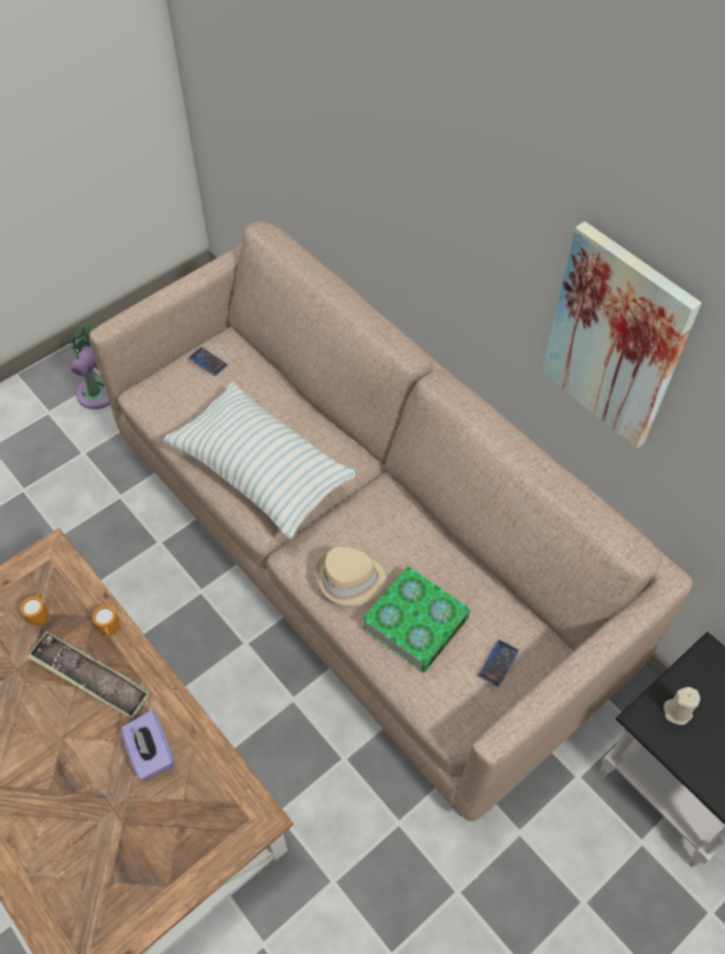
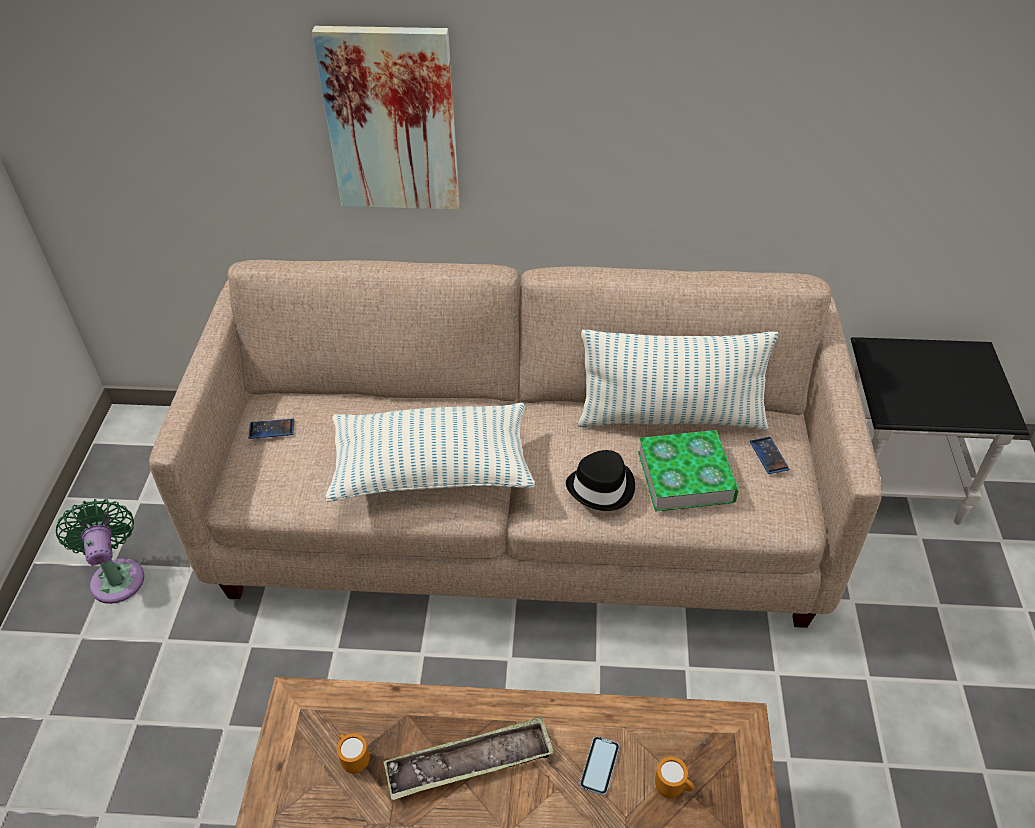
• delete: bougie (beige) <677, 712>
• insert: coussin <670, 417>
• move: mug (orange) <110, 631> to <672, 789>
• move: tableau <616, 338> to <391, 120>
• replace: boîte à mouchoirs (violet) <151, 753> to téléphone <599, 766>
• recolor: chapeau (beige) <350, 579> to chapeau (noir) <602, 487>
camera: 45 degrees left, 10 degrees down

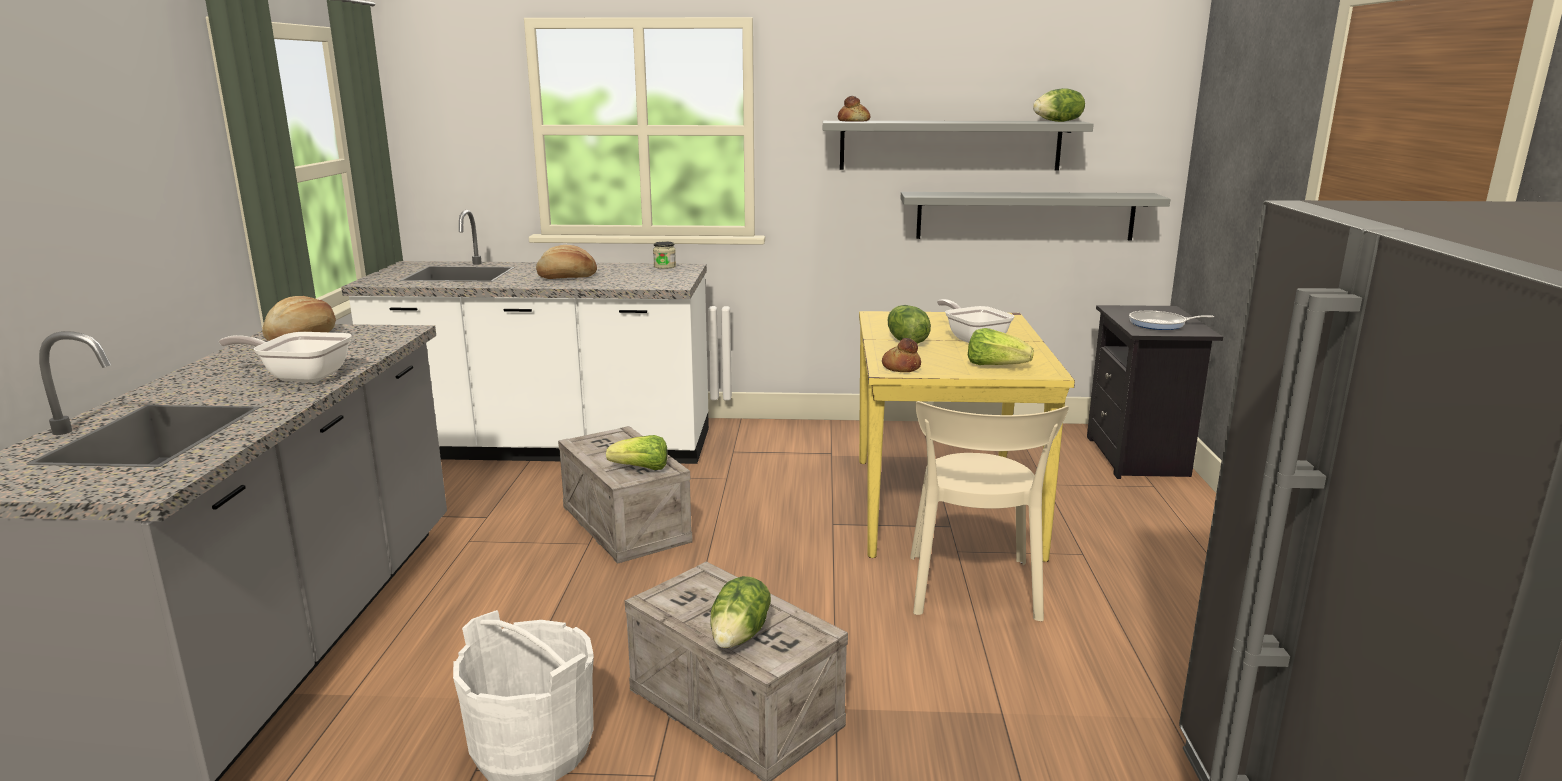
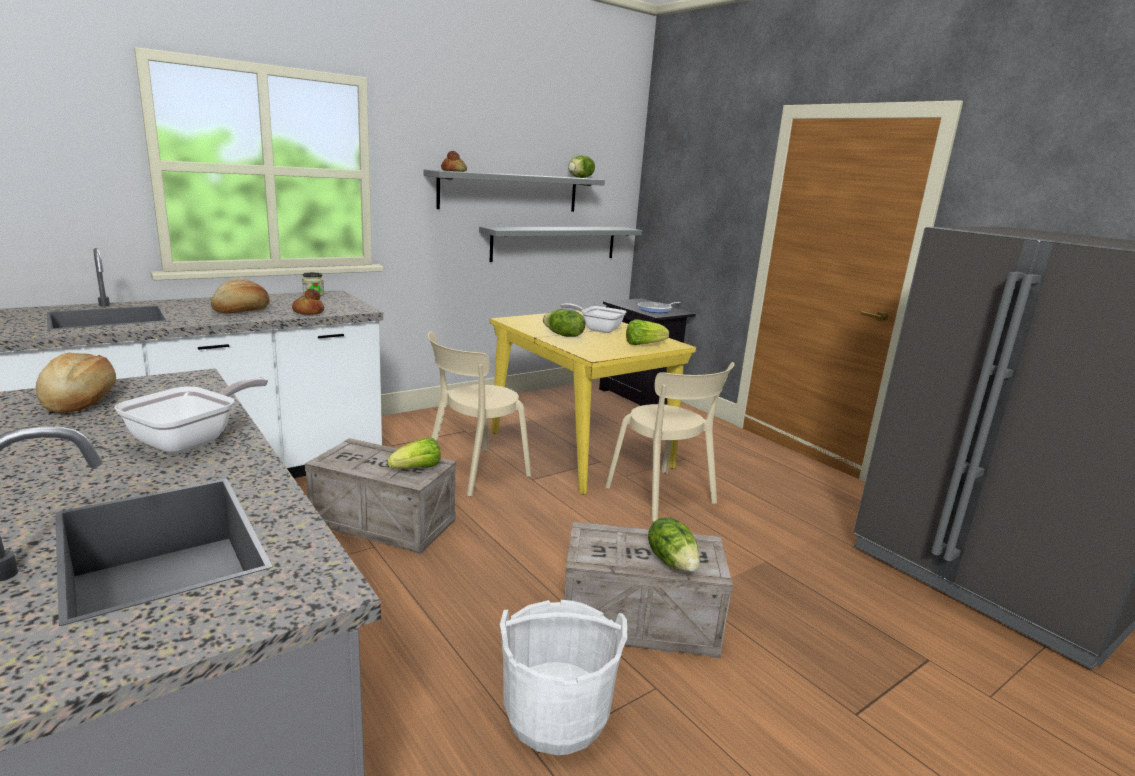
• insert: chaise (beige) <473, 472>
• move: pain <900, 367> to <308, 312>
• rotate: poêle <300, 376> = <192, 440> 150 degrees clockwise
camera: 40 degrees left, 0 degrees up

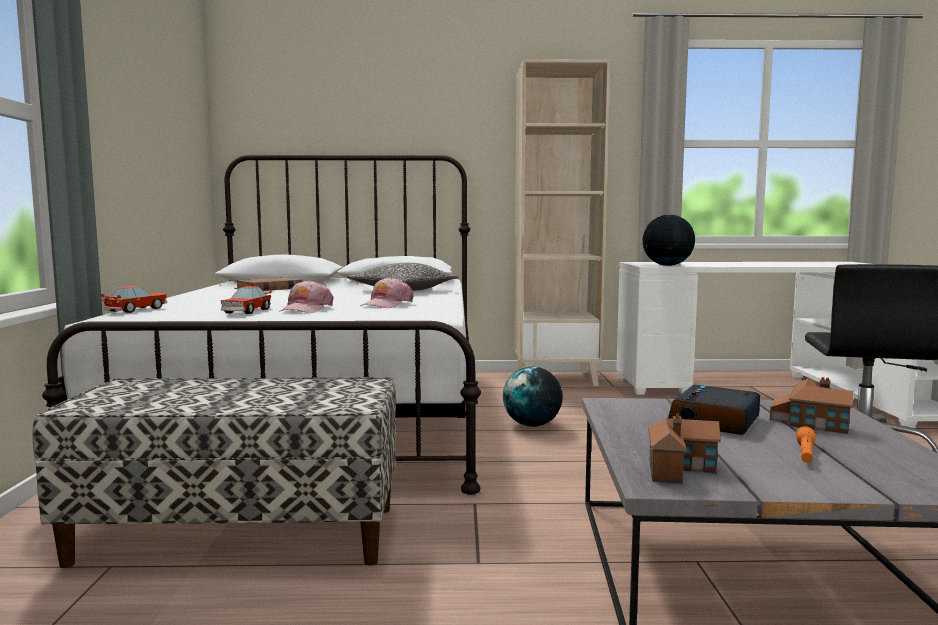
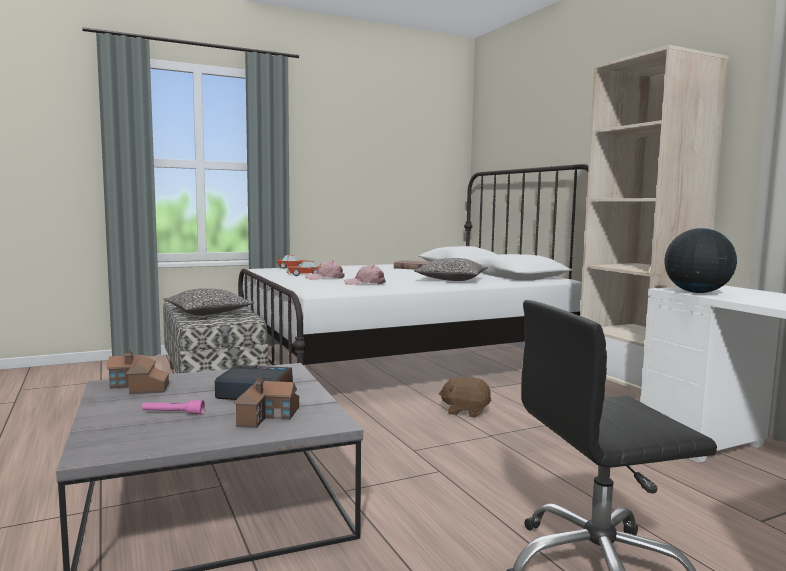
• insert: coussin <208, 312>
• replace: globe <532, 425> to peluche (marron) <465, 411>
• recolor: lampe de poche (orange) <805, 454> to lampe de poche (rose) <173, 413>
camera: 65 degrees right, 0 degrees up

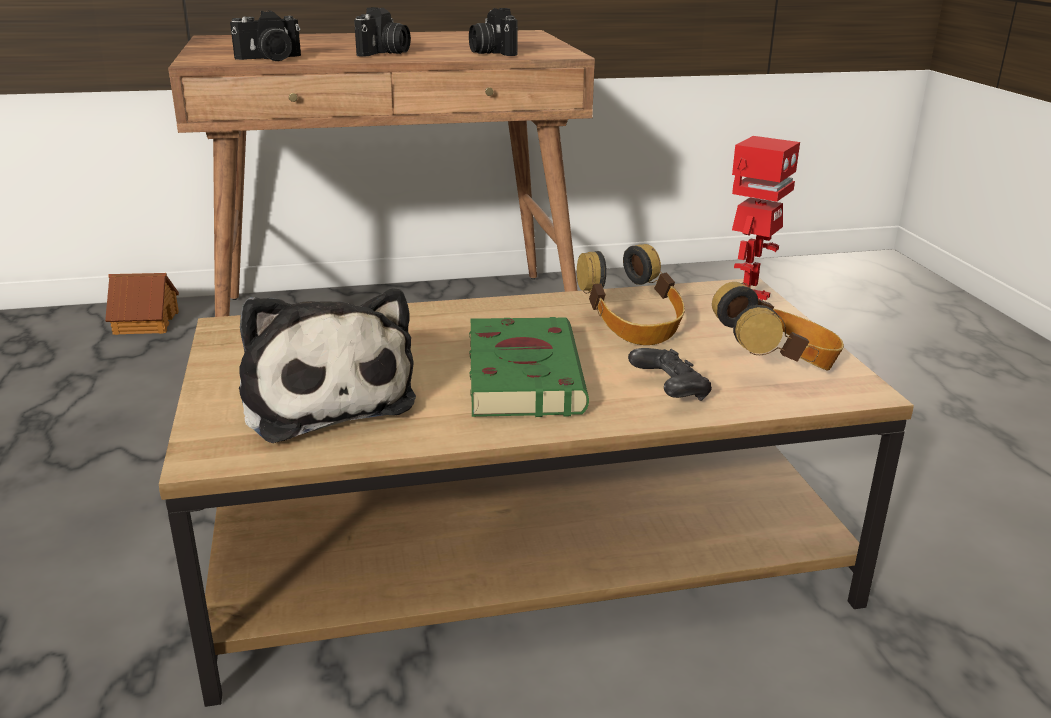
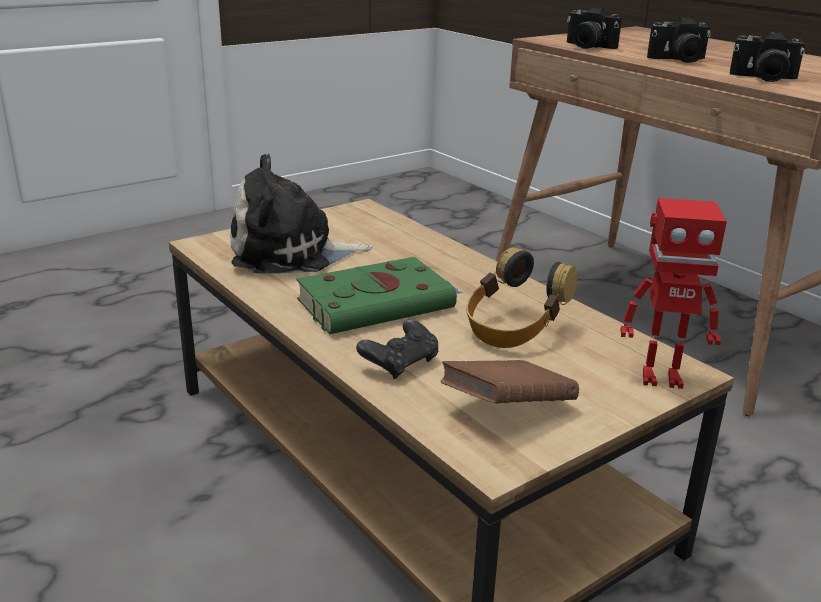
• delete: maison miniature <145, 322>
• replace: casque audio <777, 365> to livre (marron) <507, 409>
• rotate: peluche <325, 397> = <291, 253> 45 degrees clockwise
• rotate: appareil photo <491, 52> = <764, 78> 120 degrees counterclockwise
camera: 65 degrees right, 0 degrees up

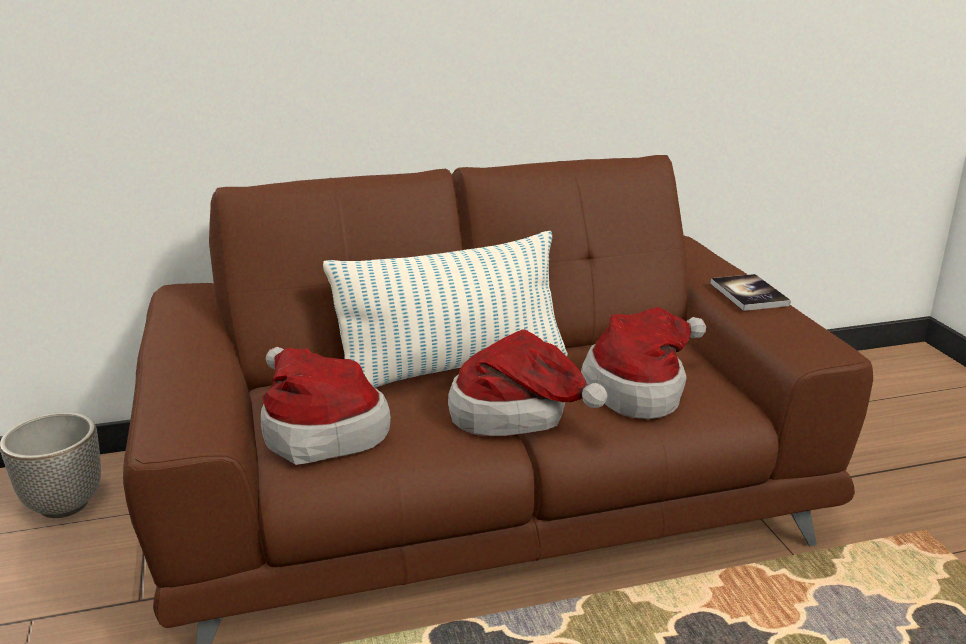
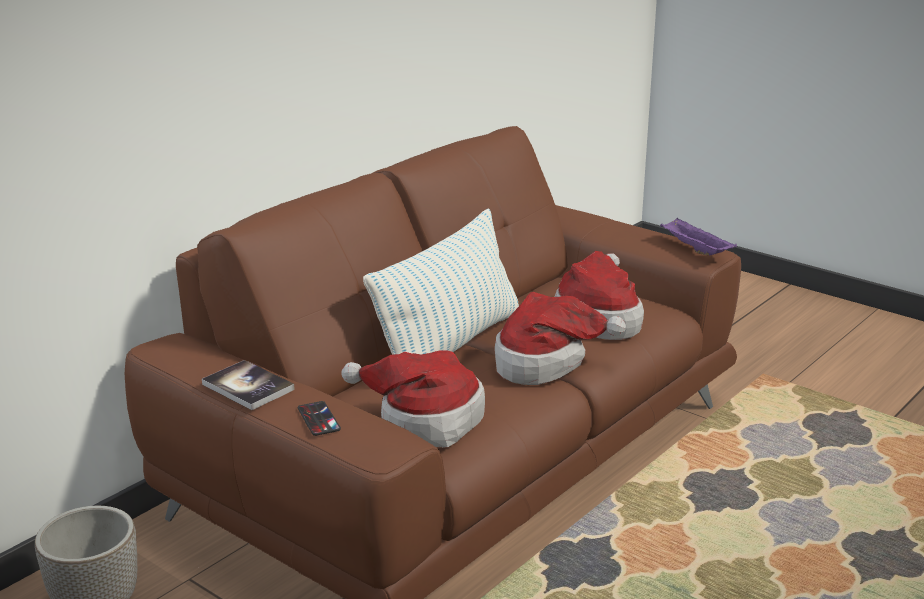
• insert: téléphone <318, 419>
• insert: plateau (violet) <694, 249>
• move: livre <749, 294> to <248, 387>
camera: 35 degrees left, 0 degrees up

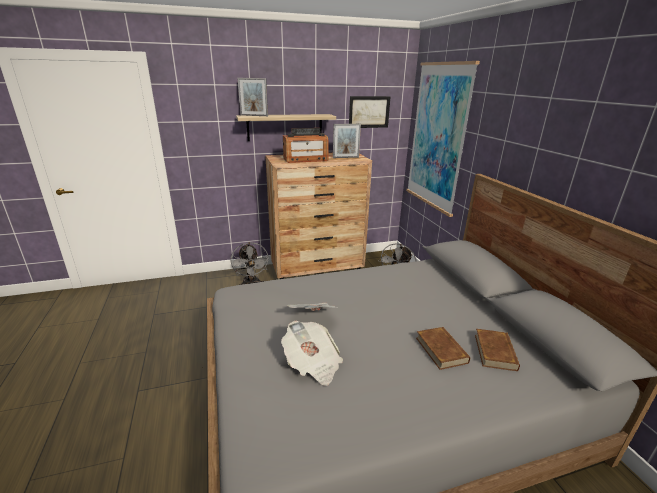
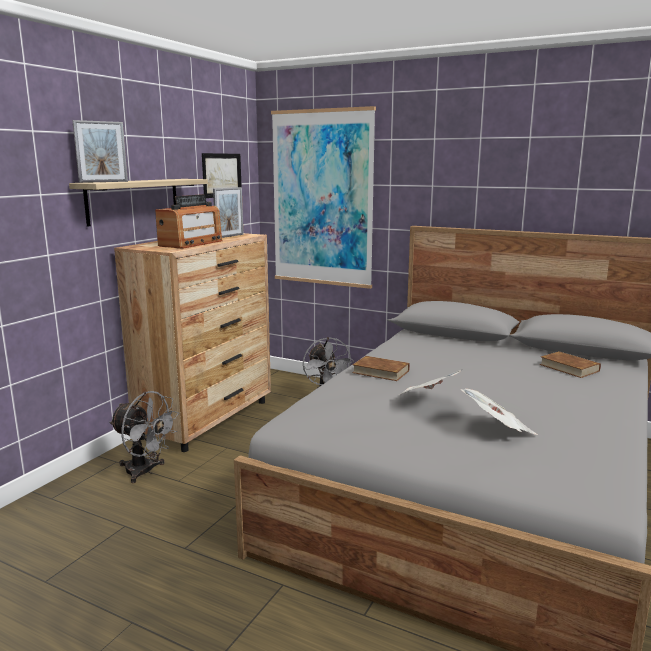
• move: livre (marron) <441, 350> to <380, 372>
camera: 45 degrees left, 10 degrees down

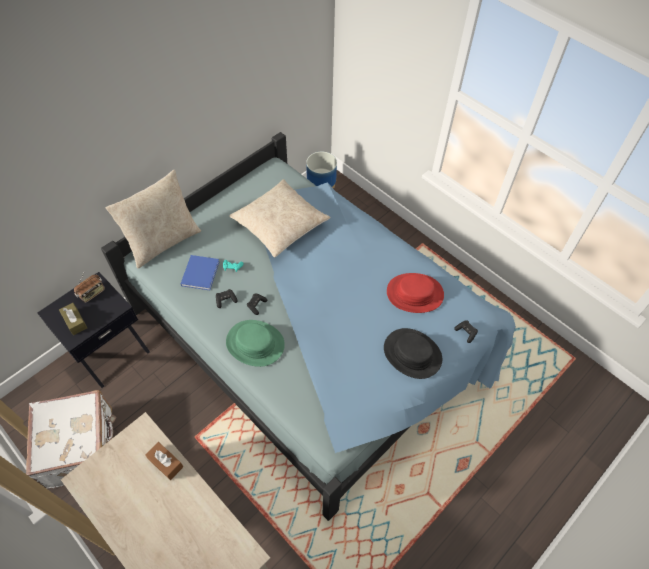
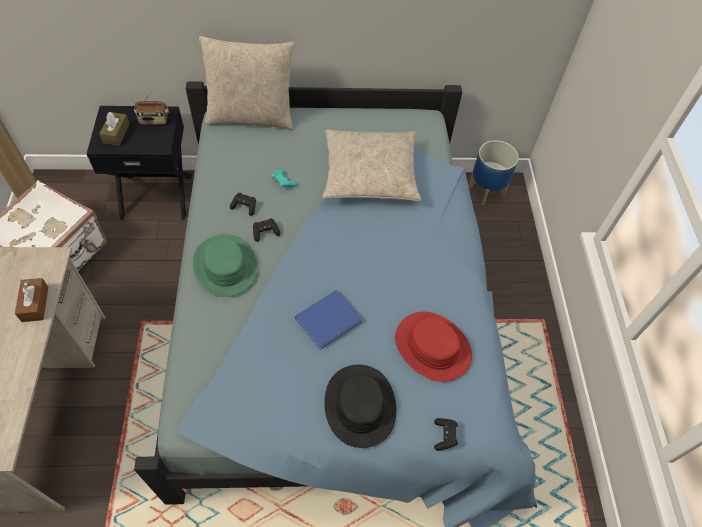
• move: livre (bleu) <201, 272> to <329, 319>
camera: 40 degrees right, 0 degrees up

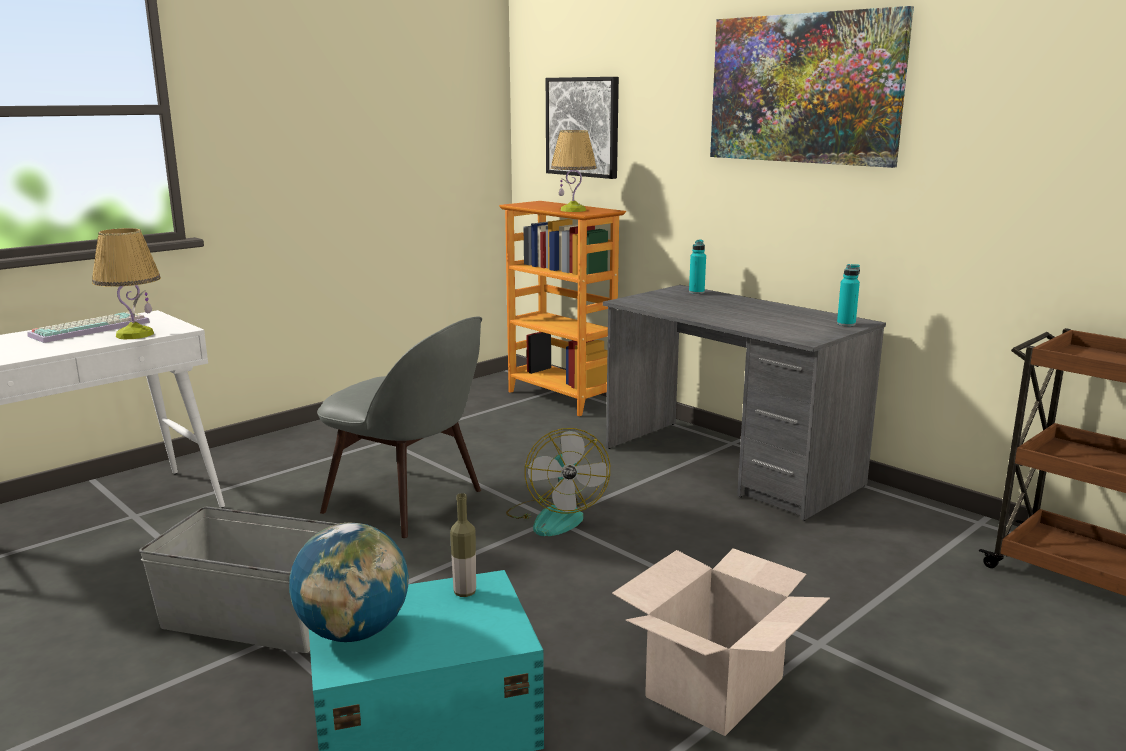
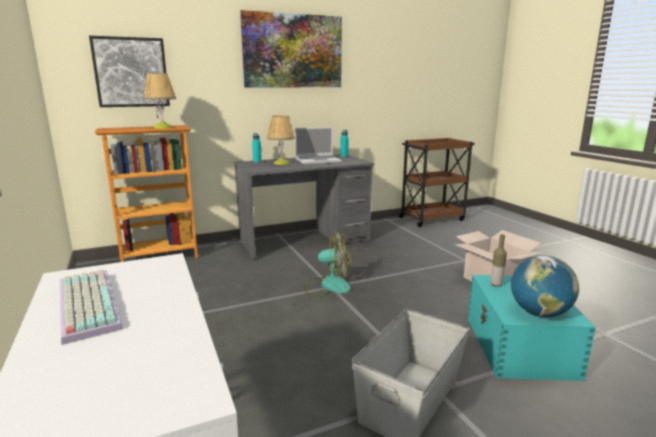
• delete: chaise (gris) <408, 503>
• insert: ordinateur portable <318, 161>
• move: lampe de table <134, 335> to <281, 163>
camera: 70 degrees left, 0 degrees up

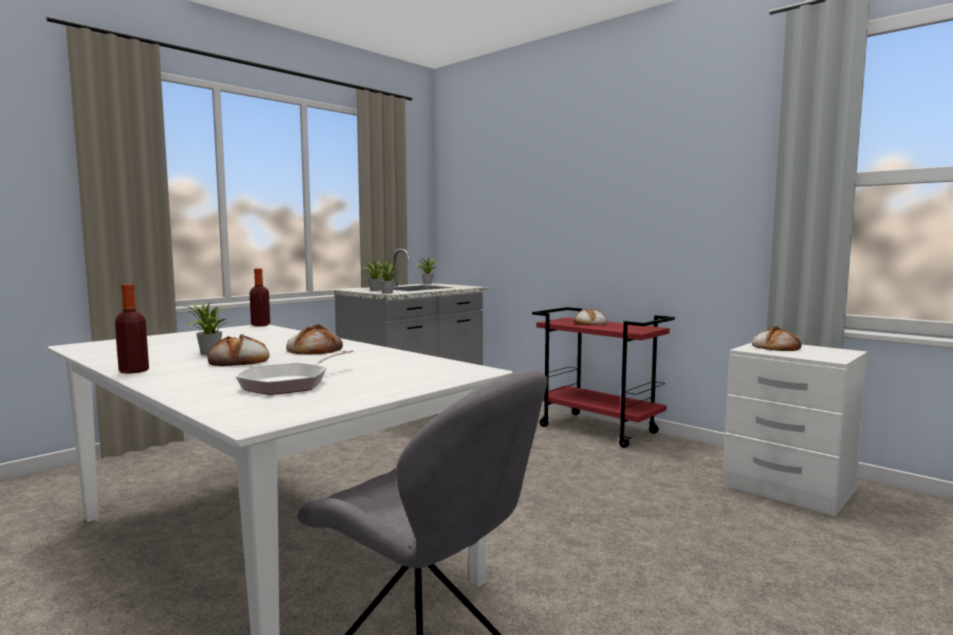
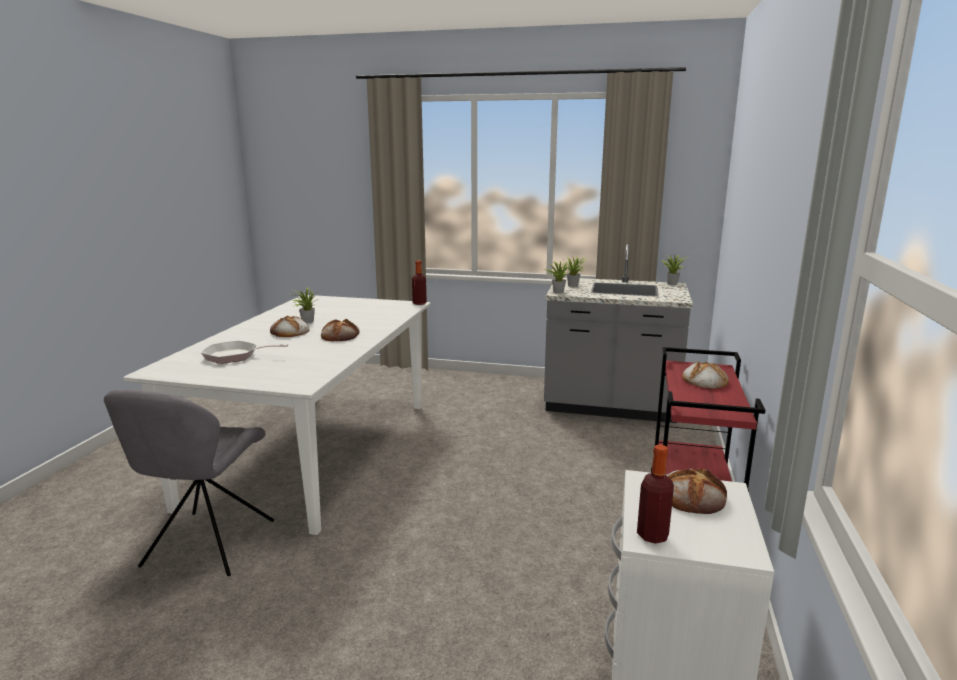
• move: bouteille <134, 371> to <652, 535>
camera: 60 degrees right, 10 degrees up

